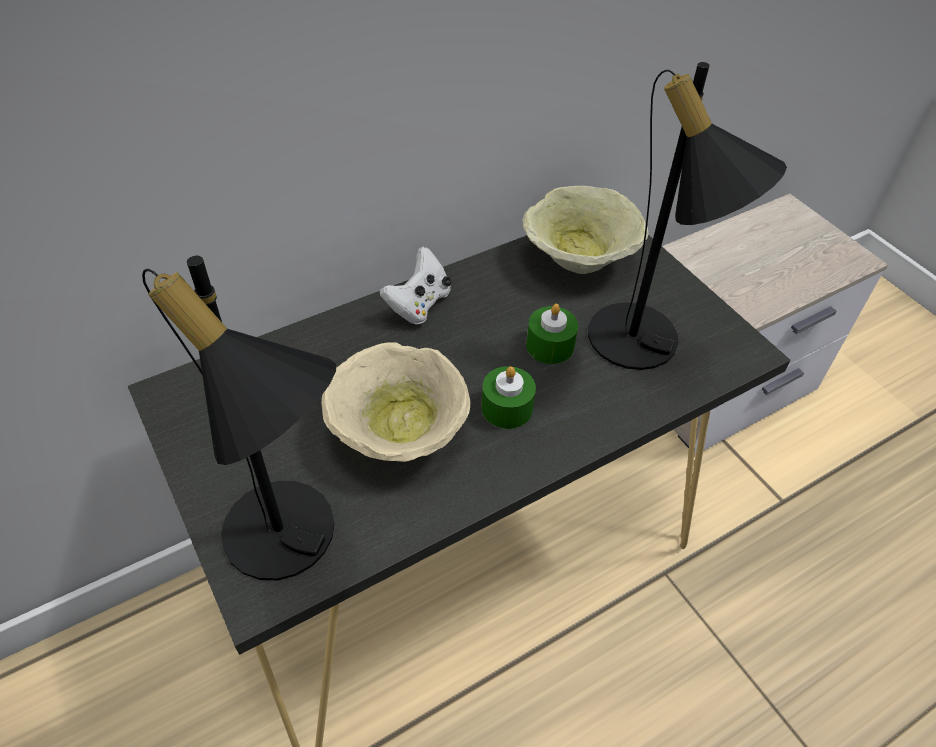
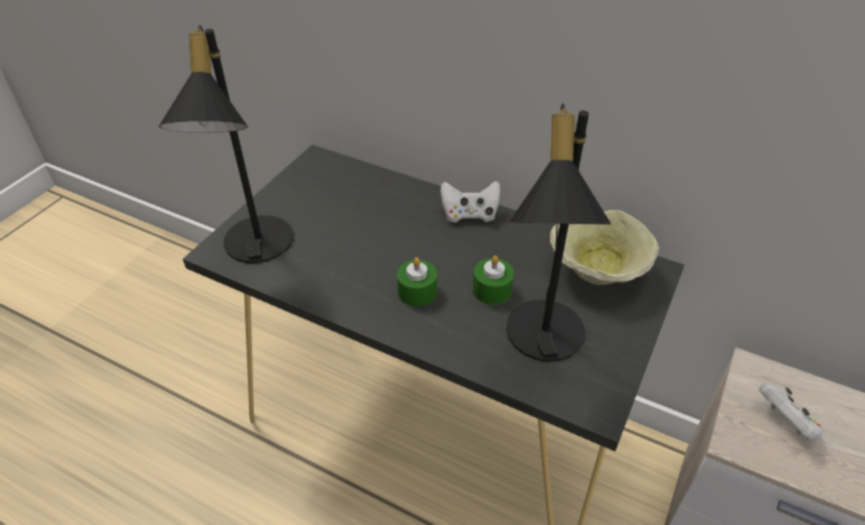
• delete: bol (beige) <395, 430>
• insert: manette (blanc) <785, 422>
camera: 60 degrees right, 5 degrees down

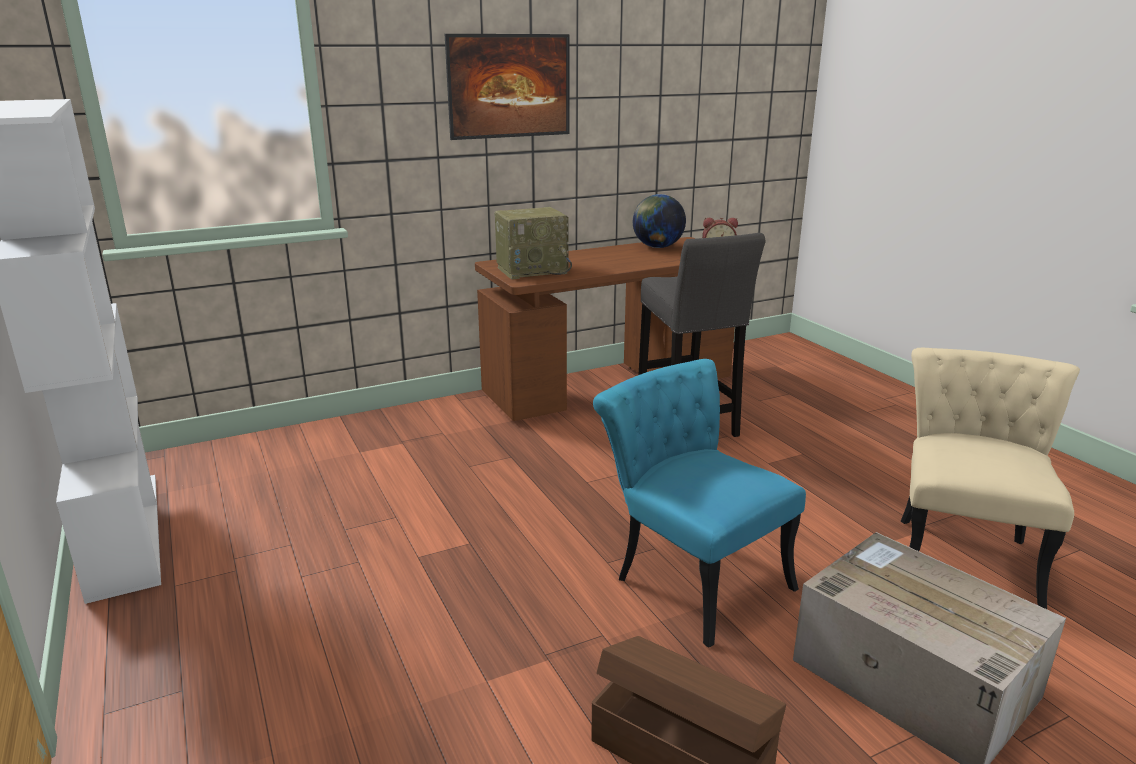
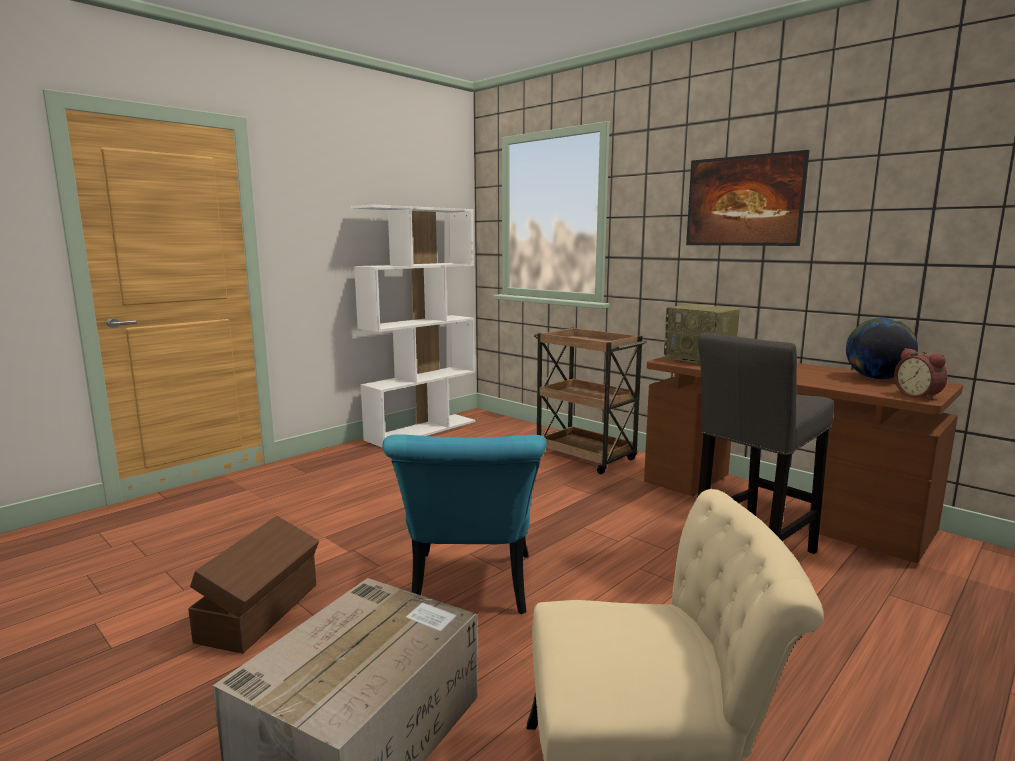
• insert: chariot (marron) <586, 457>
• rotate: chaise (turquoise) <690, 576> = <470, 591> 150 degrees clockwise
camera: 70 degrees right, 10 degrees down

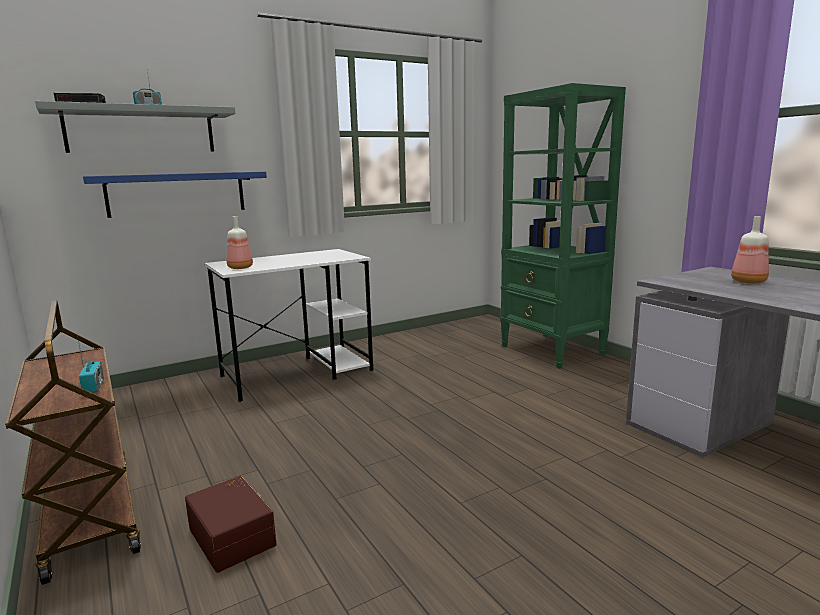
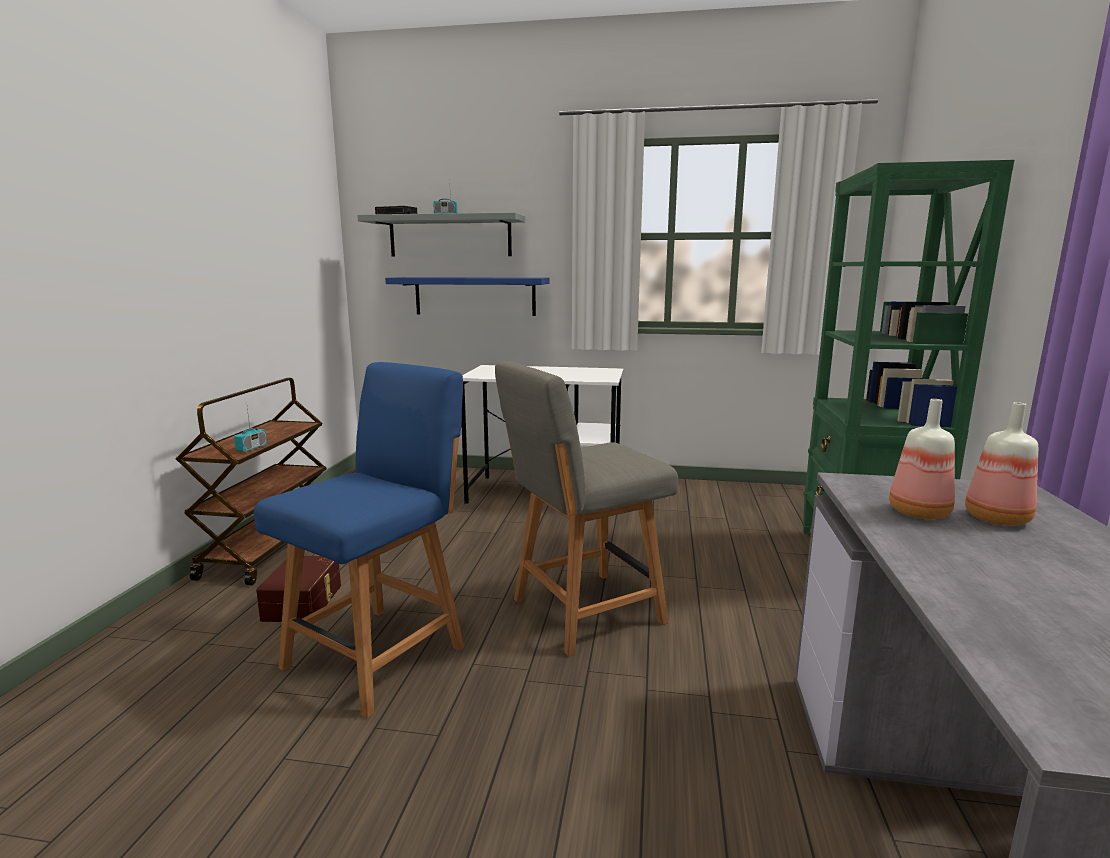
• insert: chaise (bleu) <379, 654>
• insert: chaise (gris) <583, 612>
• move: bouteille <241, 268> to <920, 513>
camera: 40 degrees right, 0 degrees up

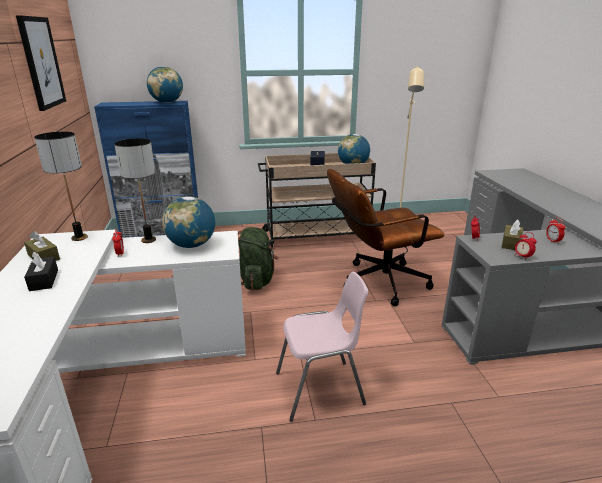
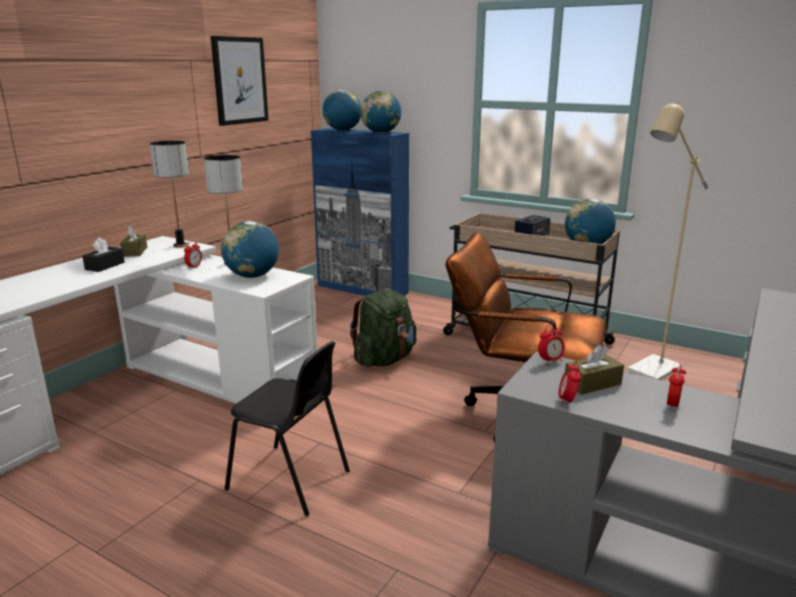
• insert: globe <342, 130>
• recolor: chaise (rose) <320, 389> to chaise (noir) <290, 480>
camera: 40 degrees right, 5 degrees down

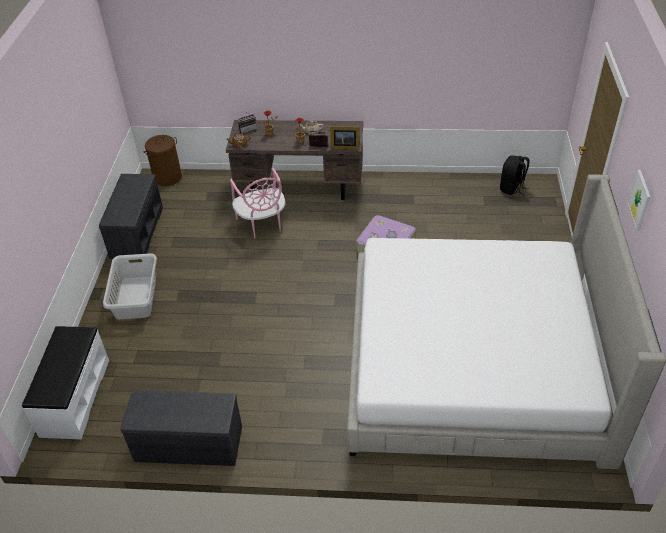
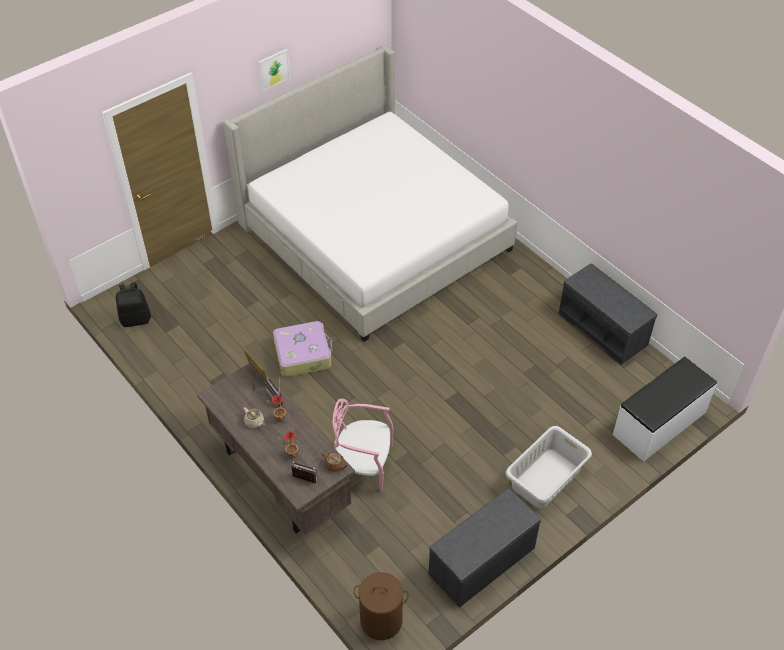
• rotate: chaise (rose) <262, 224> = <364, 464> 105 degrees counterclockwise
camera: 135 degrees left, 5 degrees up

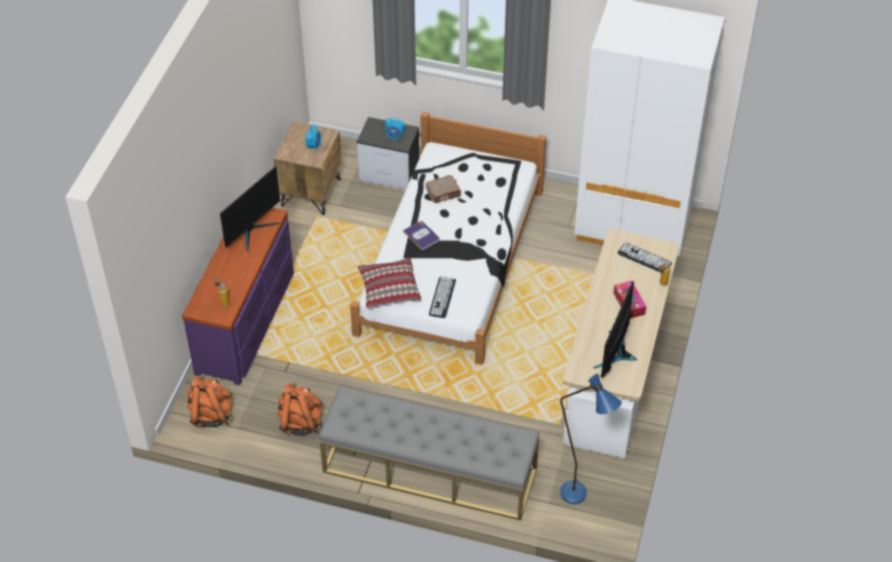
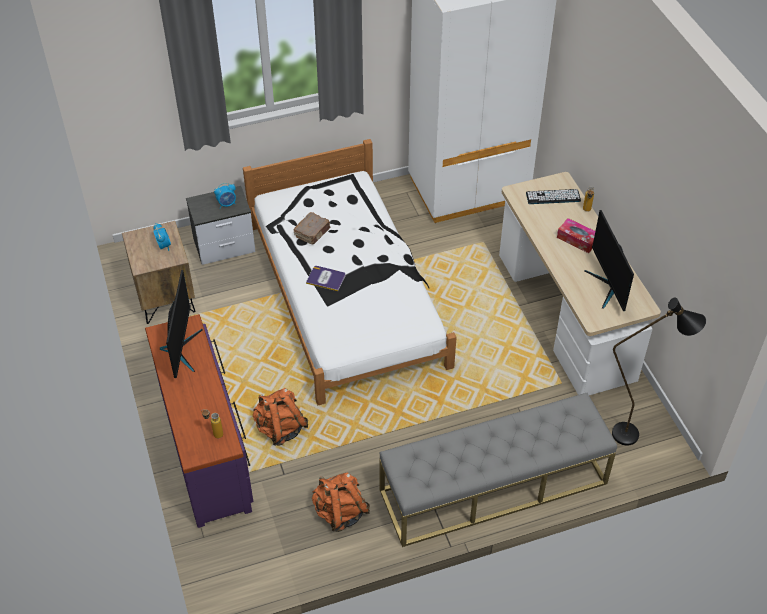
• delete: coussin <389, 289>
• delete: clavier <442, 297>
• move: sac à dos (orange) <211, 414> to <280, 429>
• recolor: lampadaire (bleu) <580, 499> to lampadaire (noir) <635, 436>
camera: 35 degrees left, 0 degrees up

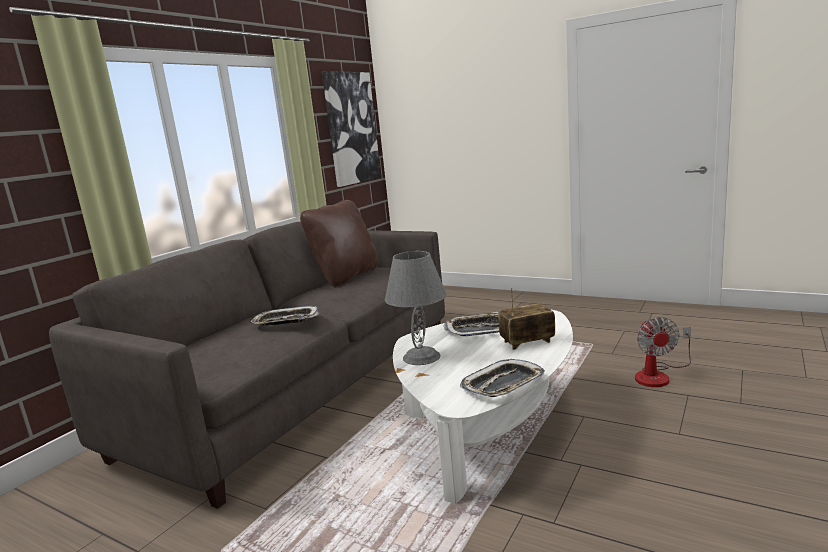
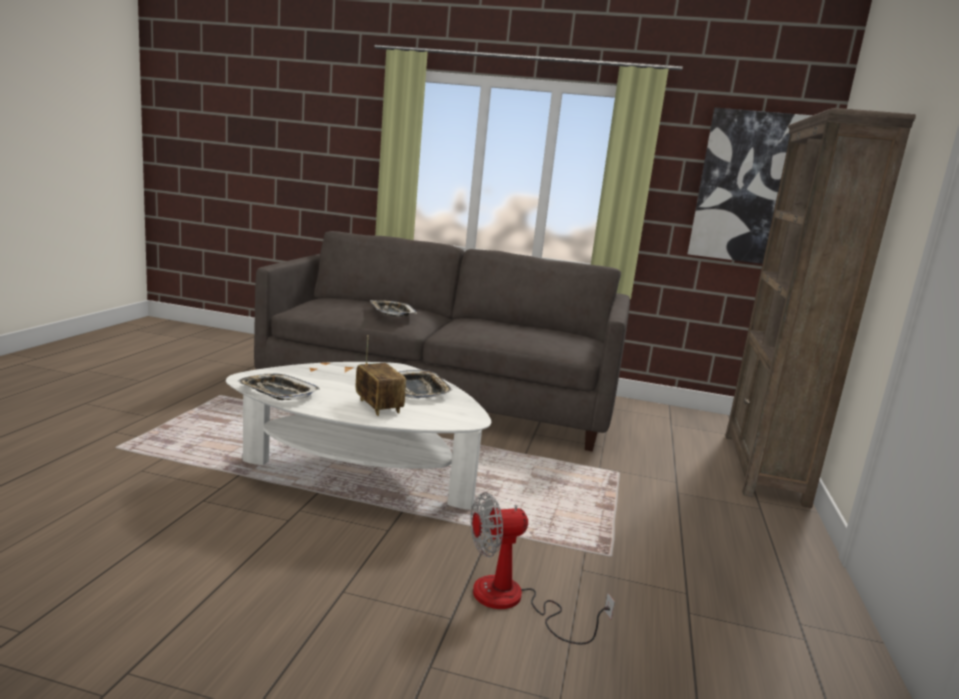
• delete: coussin (marron) <346, 277>
• delete: lampe de table (gris) <422, 357>
• insert: bibliothèque (marron) <763, 468>
camera: 70 degrees right, 0 degrees up

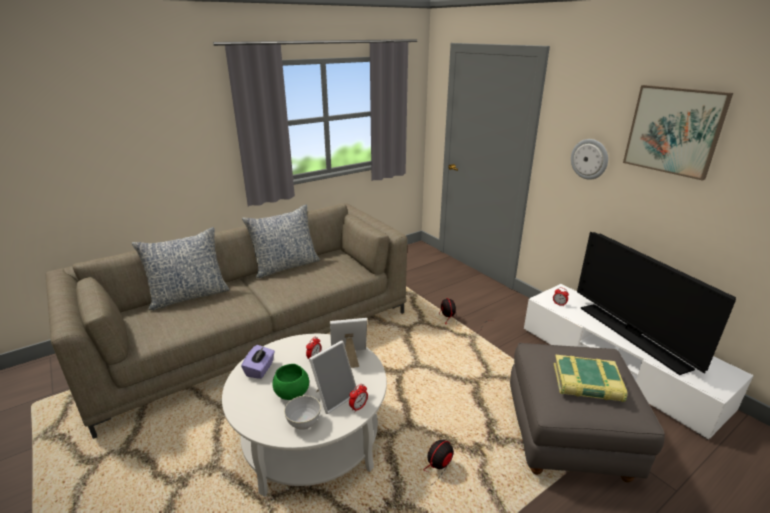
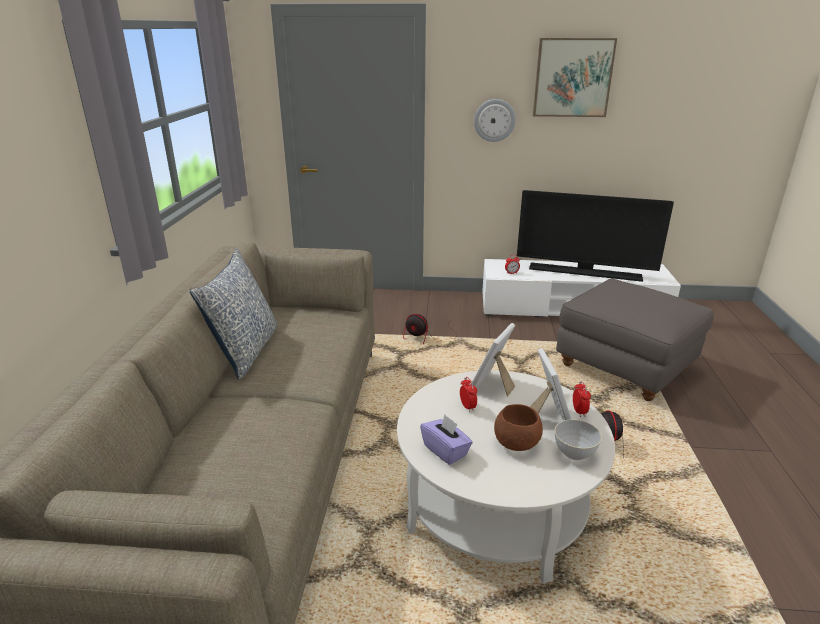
• delete: coussin <189, 296>
• delete: livre <587, 383>
• recolor: bol (vert) <291, 393> to bol (marron) <516, 443>
camera: 50 degrees left, 0 degrees up

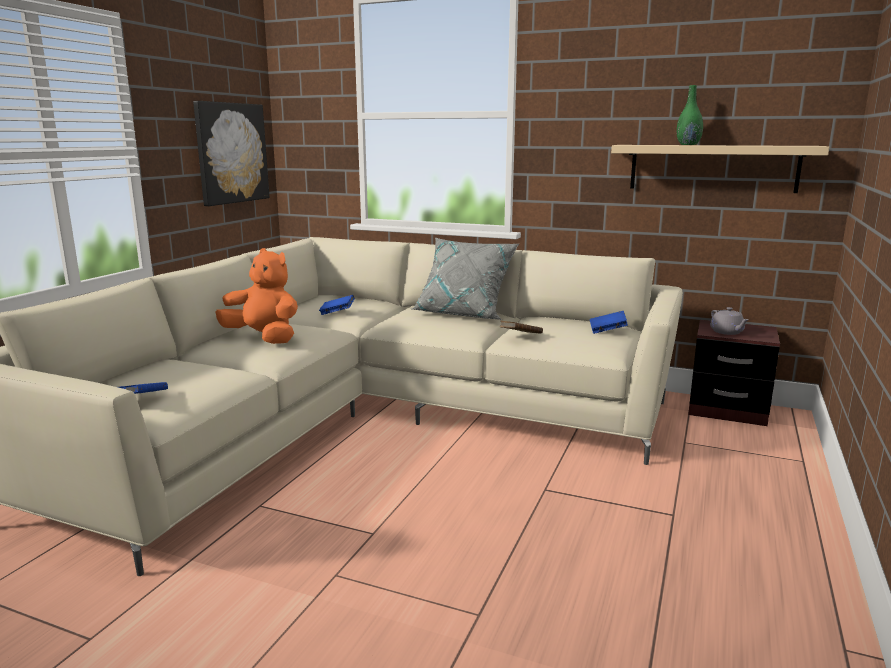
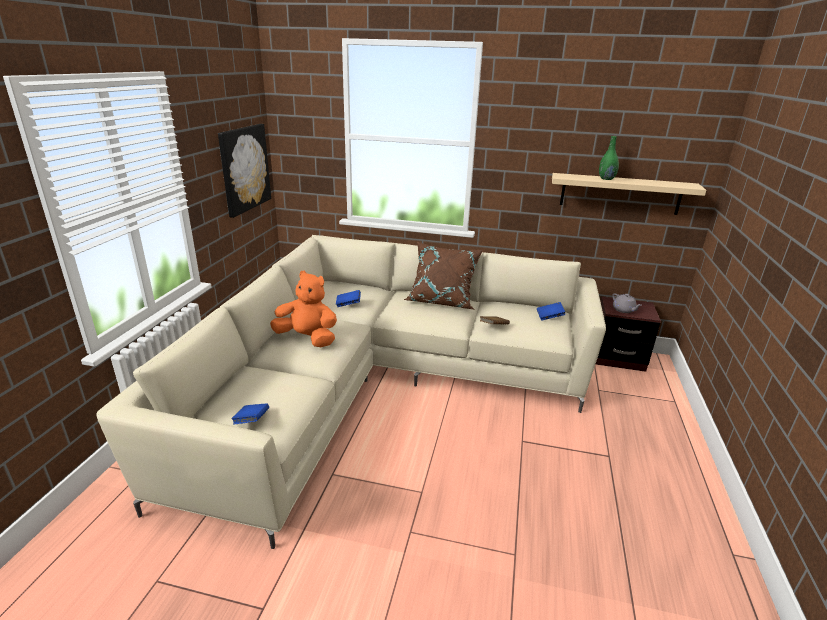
• recolor: coussin (gris) <464, 313> to coussin (marron) <442, 300>
camera: 10 degrees left, 10 degrees up

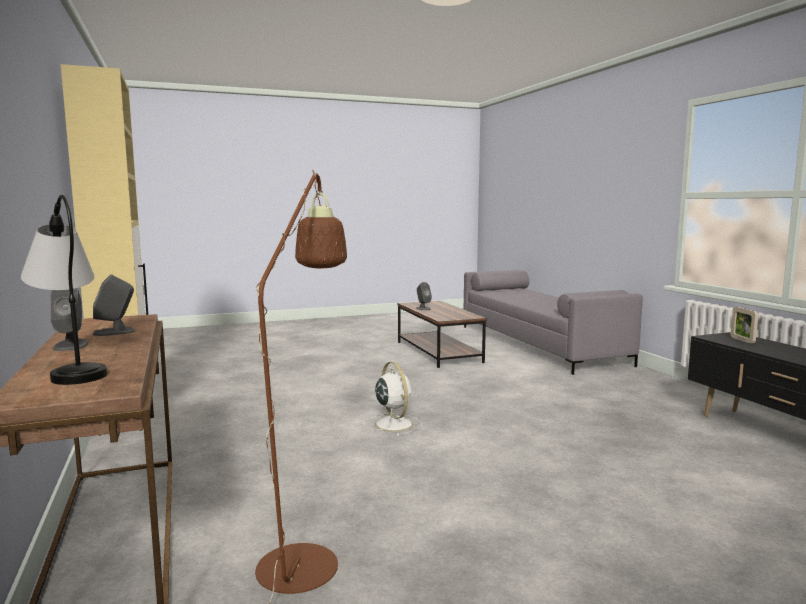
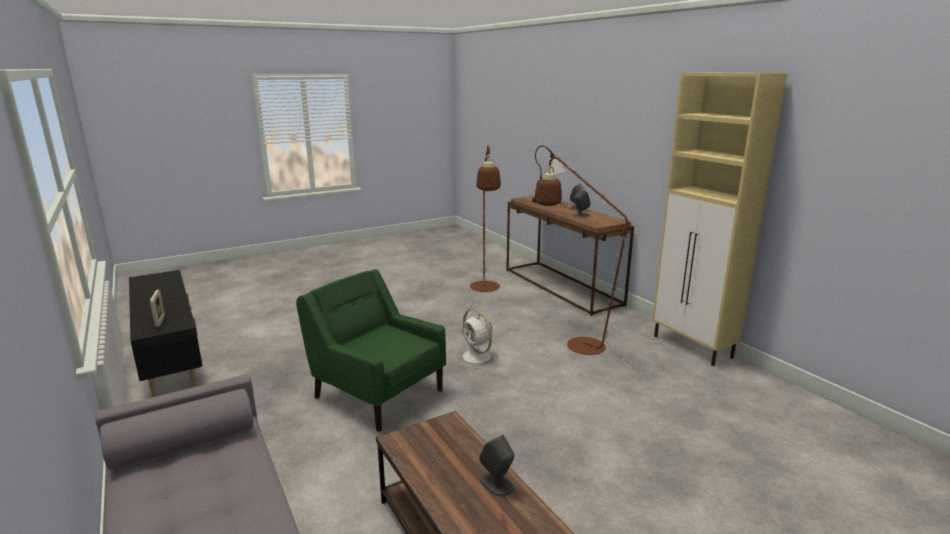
• insert: fauteuil (vert) <377, 393>
• insert: lampadaire (marron) <577, 342>
camera: 170 degrees right, 10 degrees up

